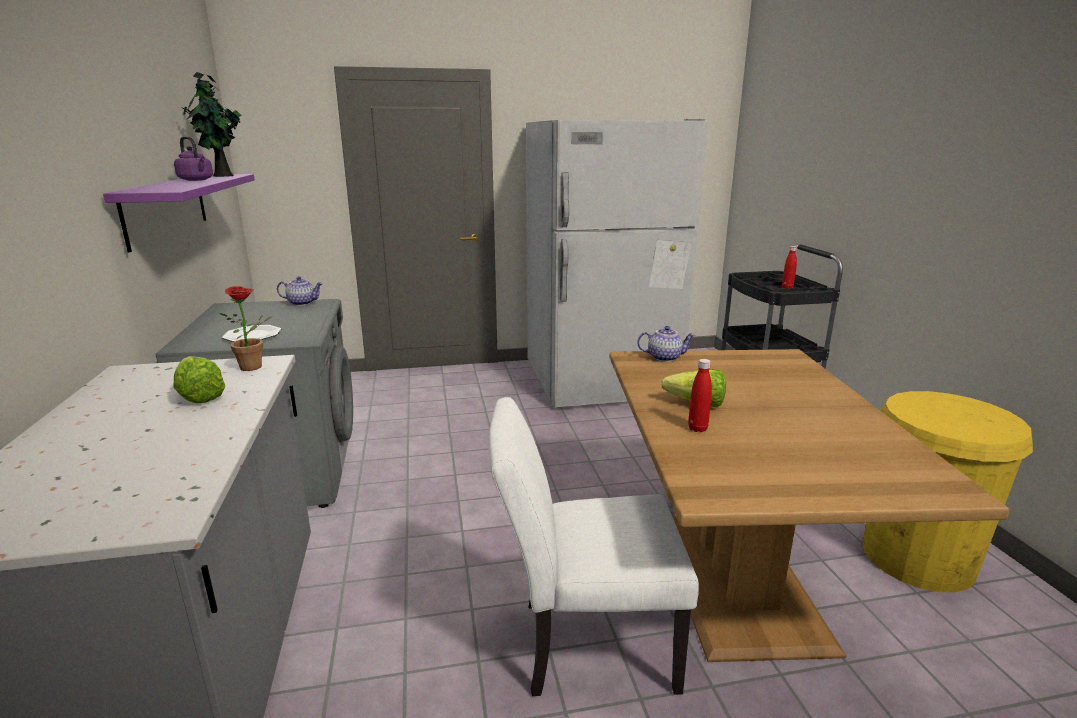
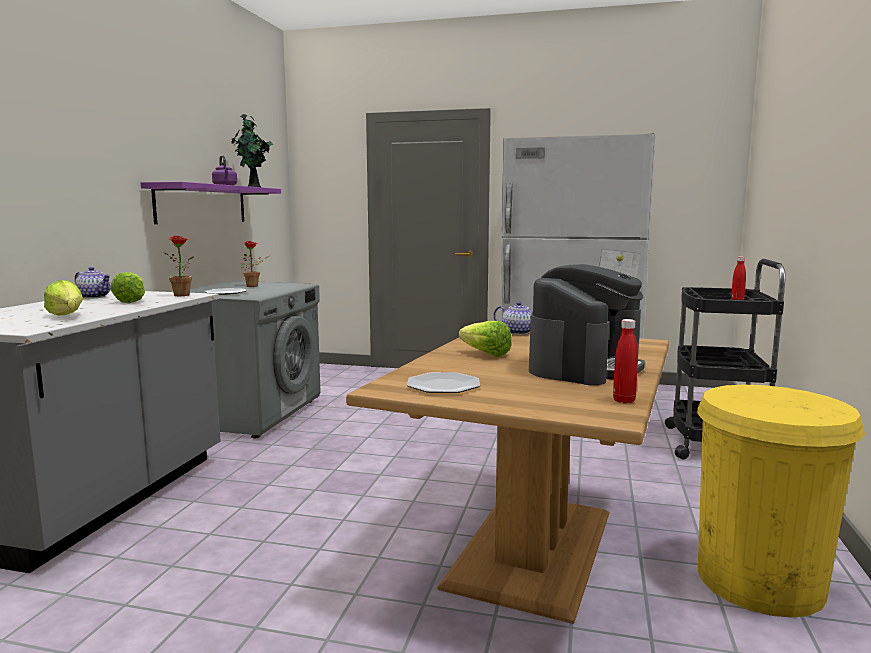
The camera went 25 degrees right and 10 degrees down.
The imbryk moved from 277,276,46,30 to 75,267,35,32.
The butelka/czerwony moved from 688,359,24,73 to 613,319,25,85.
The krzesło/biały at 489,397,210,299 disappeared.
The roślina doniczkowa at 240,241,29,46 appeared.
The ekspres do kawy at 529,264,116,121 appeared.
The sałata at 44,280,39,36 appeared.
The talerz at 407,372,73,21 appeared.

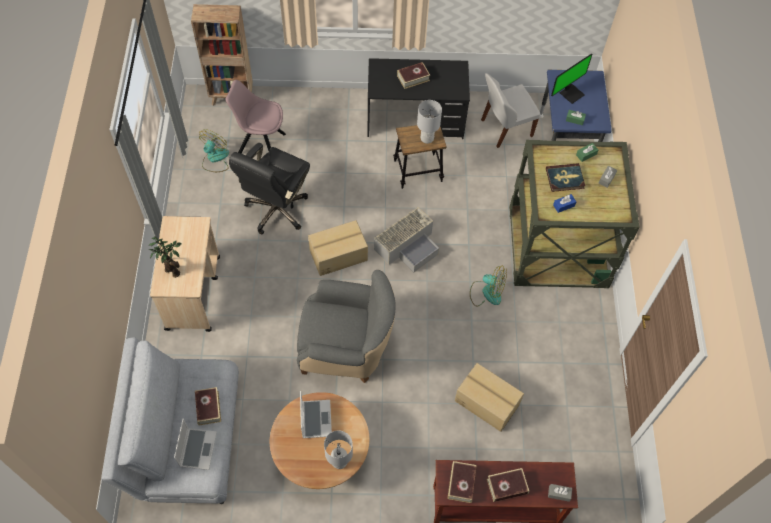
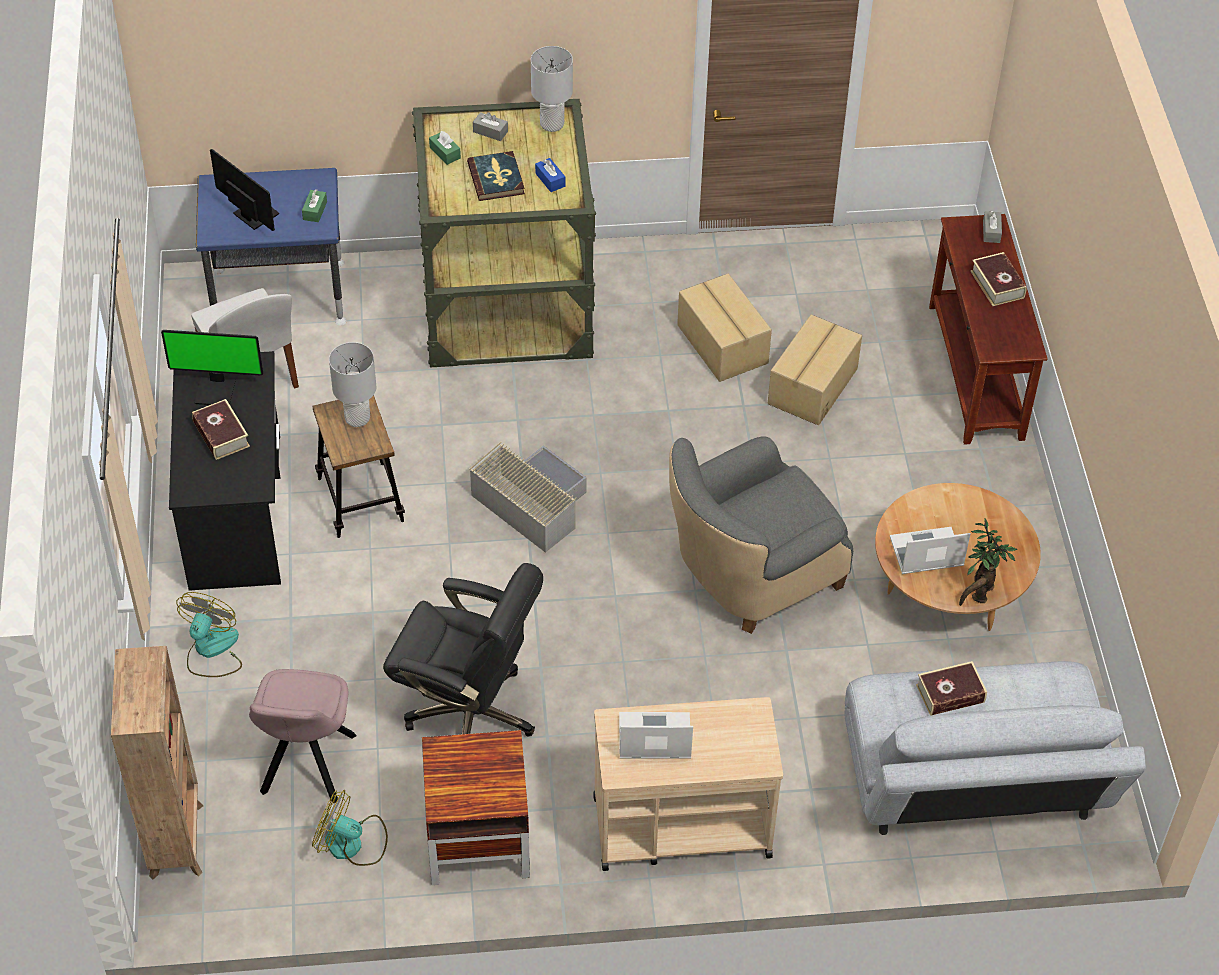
The camera went 95 degrees left and 10 degrees down.
The karton moved from 308,220,60,56 to 677,274,95,108.
The roślina doniczkowa moved from 148,236,34,42 to 959,518,58,88.
The wentylator moved from 470,266,37,41 to 176,592,66,85.
The fotel/szary at 297,270,99,113 turned 120 degrees counterclockwise.
The laptop moved from 174,419,43,51 to 619,712,74,47.
The lampa stołowa/szary moved from 324,431,29,38 to 531,46,42,86.
The książka at 447,461,30,42 disappeared.
The monitor at 161,330,102,75 appeared.
The szafka nocna at 422,730,108,155 appeared.

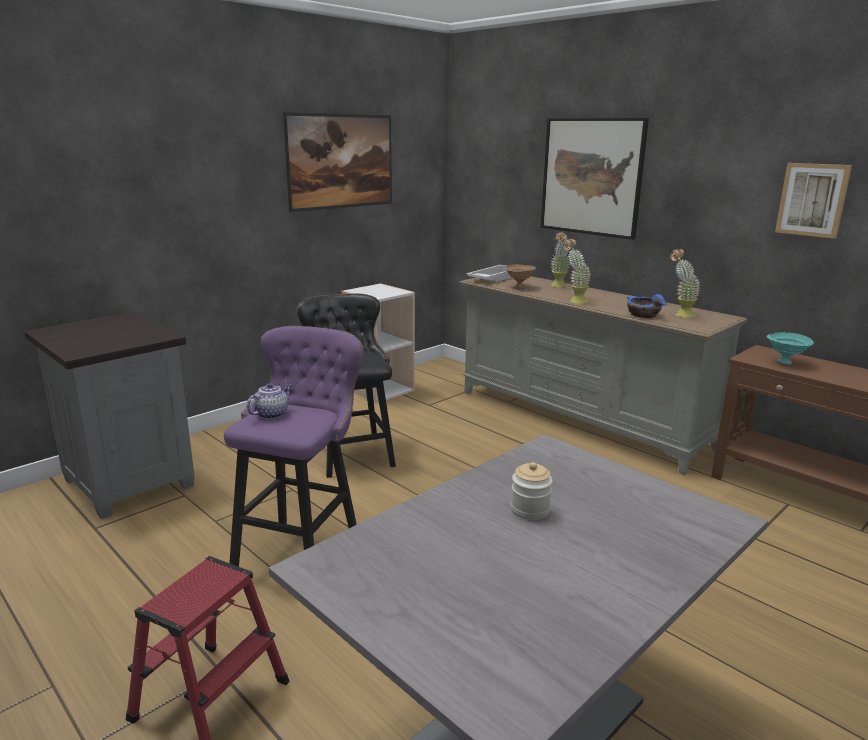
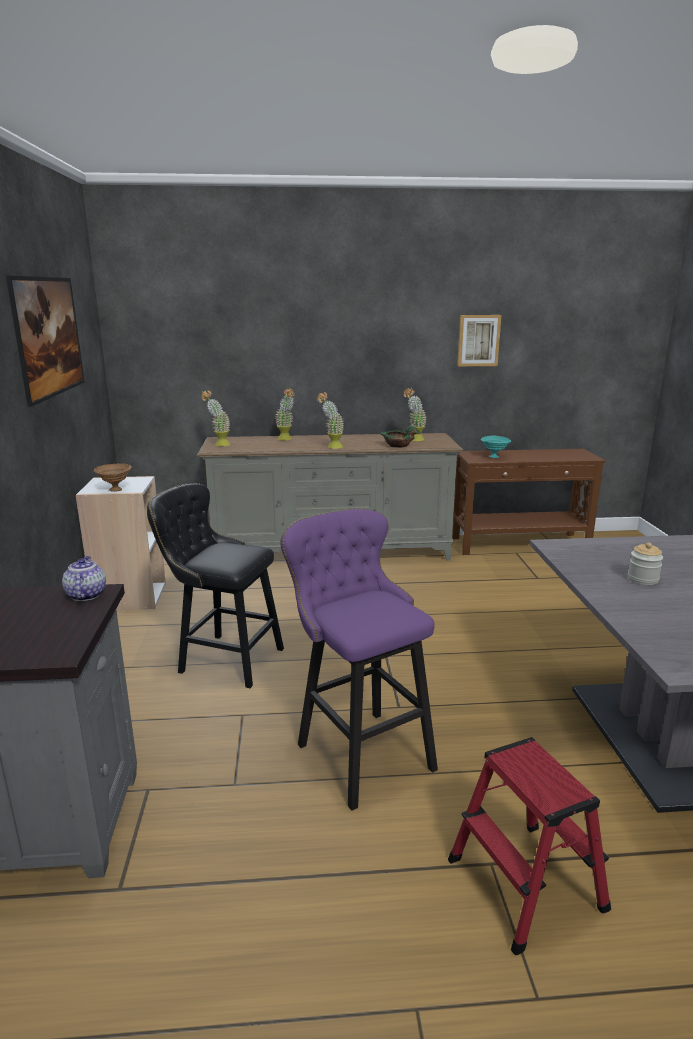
The camera went 50 degrees left and 0 degrees up.
The obraz at 541,118,108,122 disappeared.
The miska/brązowy moved from 504,264,32,24 to 94,463,38,29.
The taca/biały at 466,265,45,16 was replaced by the roślina doniczkowa at 201,391,29,55.
The miska/niebieski at 627,294,40,24 became the miska/zielony at 380,426,41,22.
The imbryk moved from 246,383,46,36 to 62,556,44,45.

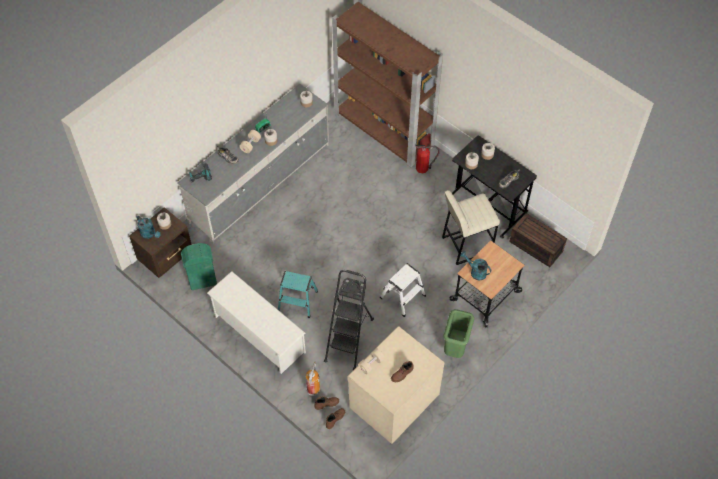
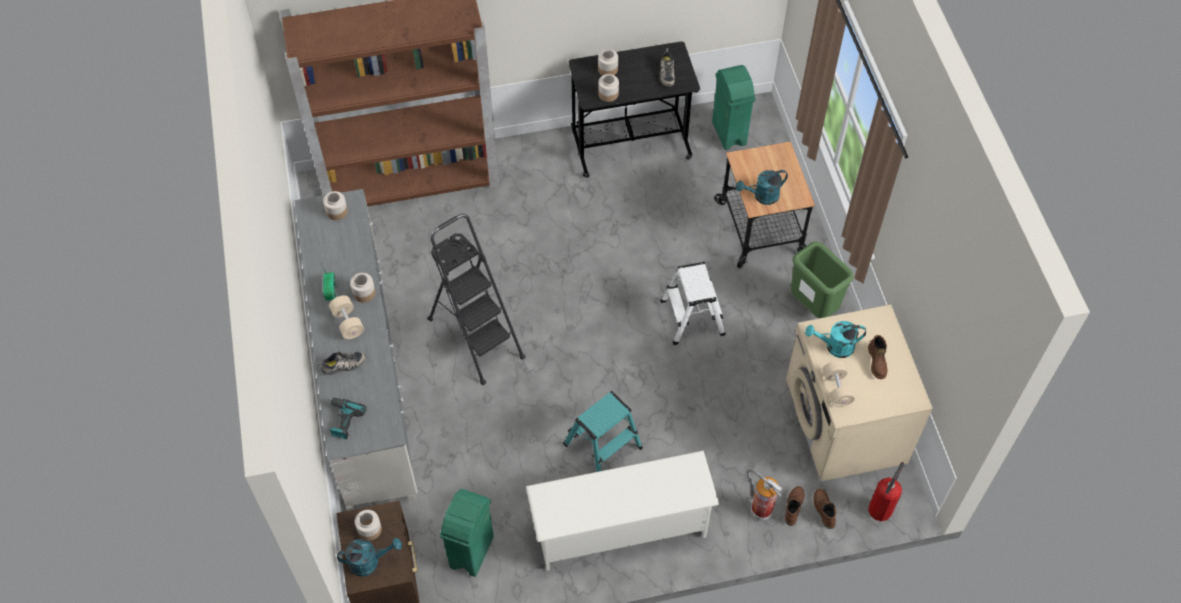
The camera went 55 degrees left and 0 degrees up.
The gaśnica moved from 415,145,25,28 to 868,462,36,59.
The stołek/beżowy at 442,190,58,75 disappeared.
The pojemnik do przechowywania/brązowy at 509,213,58,54 was replaced by the kosz na śmieci/zielony at 712,65,44,85.
The drabinka moved from 324,270,50,100 to 427,214,99,171.
The konewka/turkusowy at 805,321,61,37 appeared.

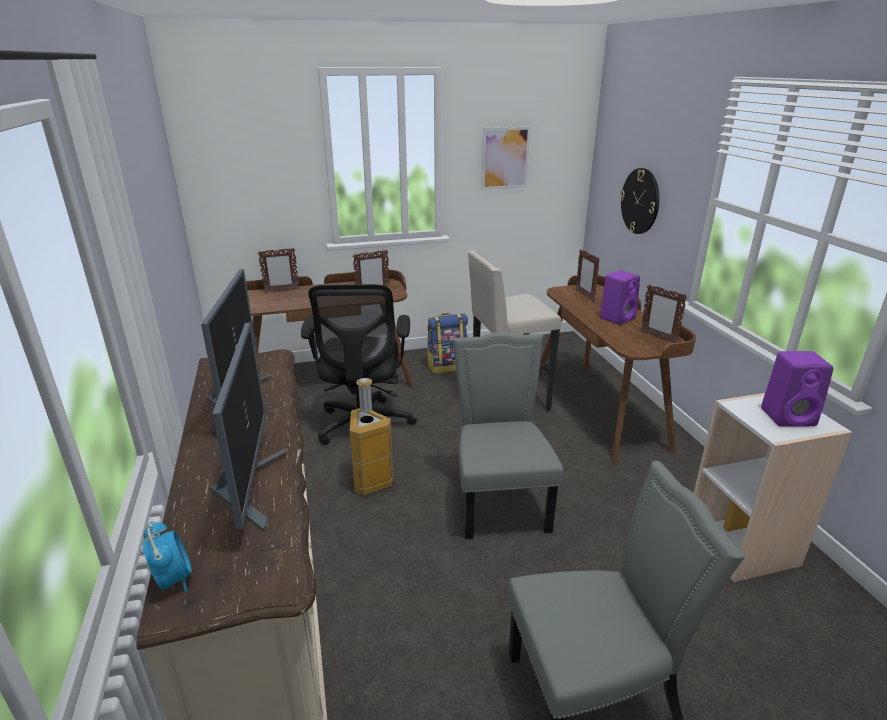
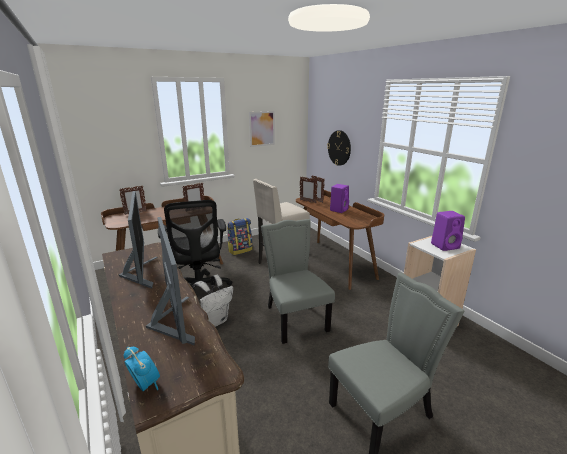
The camera went 15 degrees left and 5 degrees down.
The ramka na zdjęcie moved from 641,285,46,58 to 300,177,18,26.
The kosz na śmieci at 350,378,44,117 was replaced by the plecak/biały at 192,275,41,52.

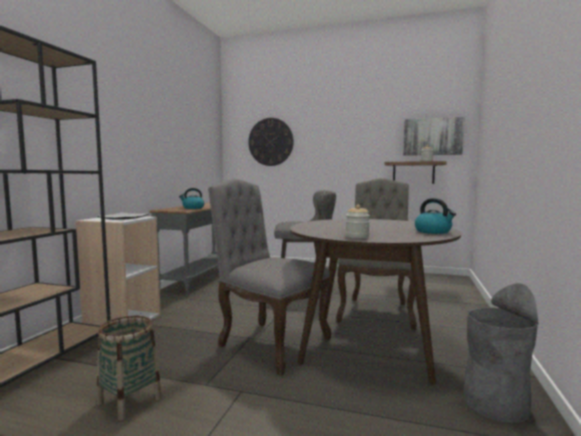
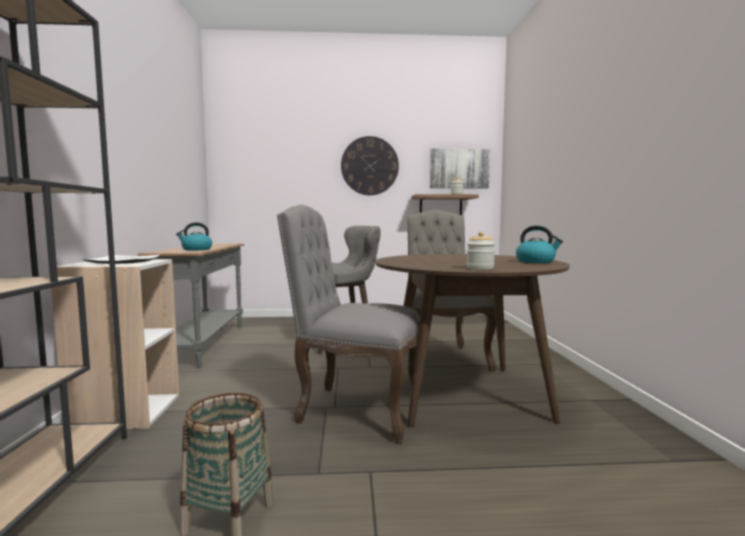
The camera went 20 degrees left and 0 degrees up.
The zegar ścienny moved from 248,118,46,48 to 341,136,58,59.
The kosz na śmieci/szary at 463,283,75,140 disappeared.

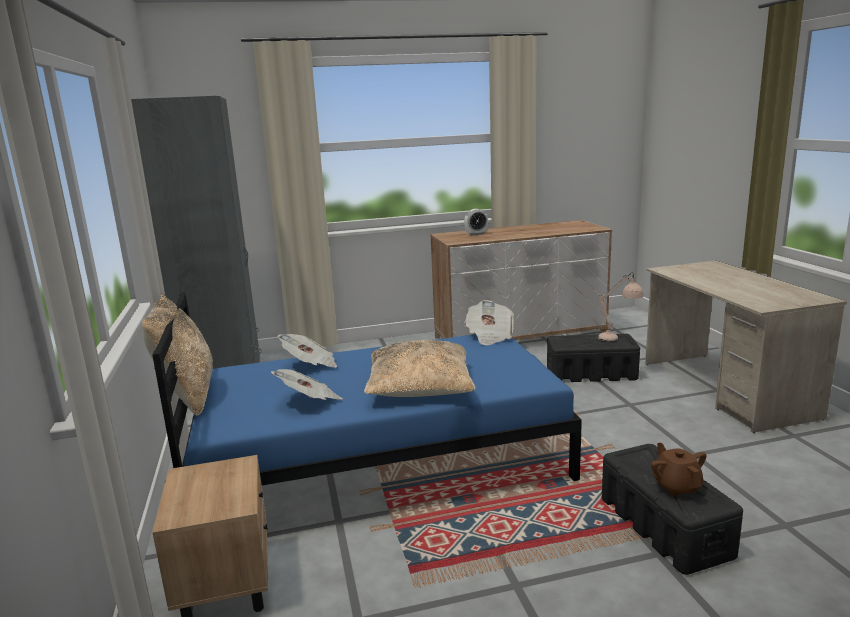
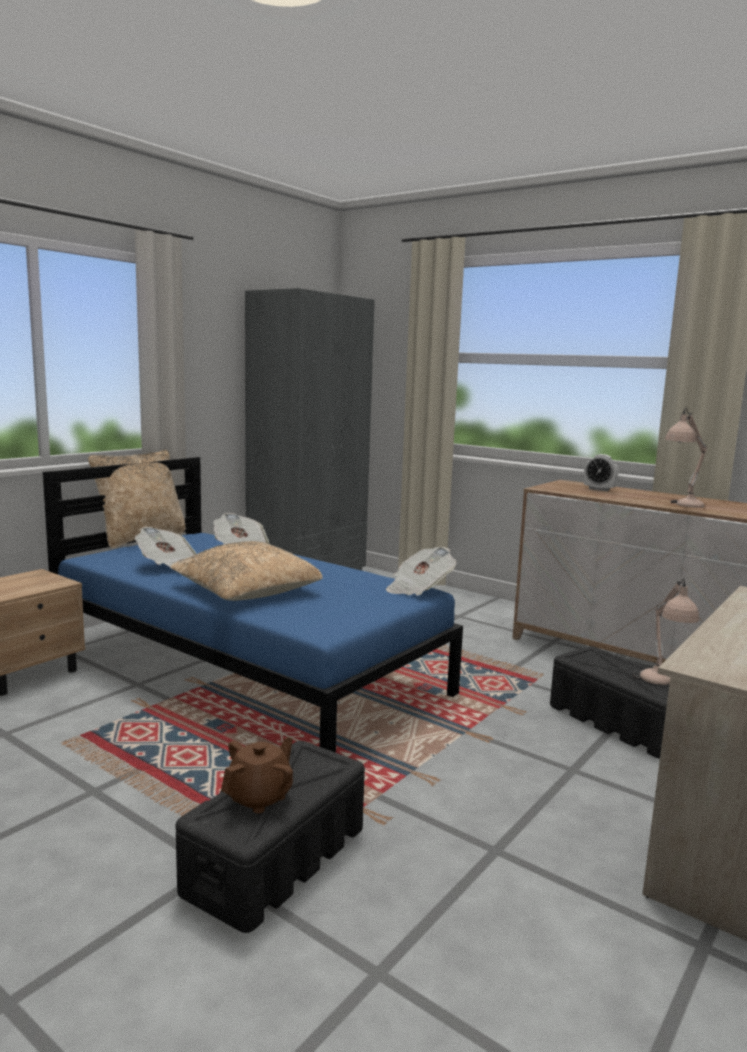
The camera went 50 degrees right and 5 degrees down.
The lampa stołowa/beżowy at 665,408,42,100 appeared.

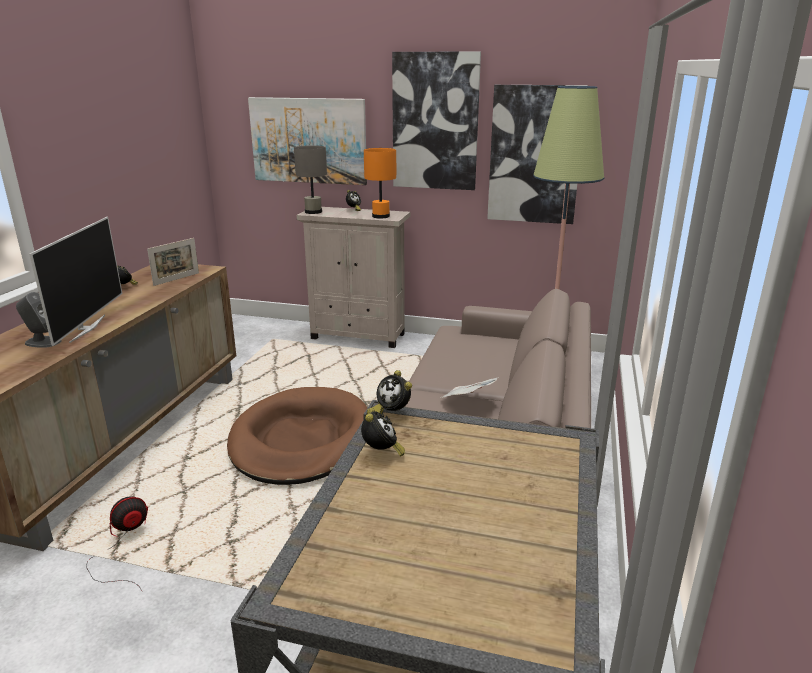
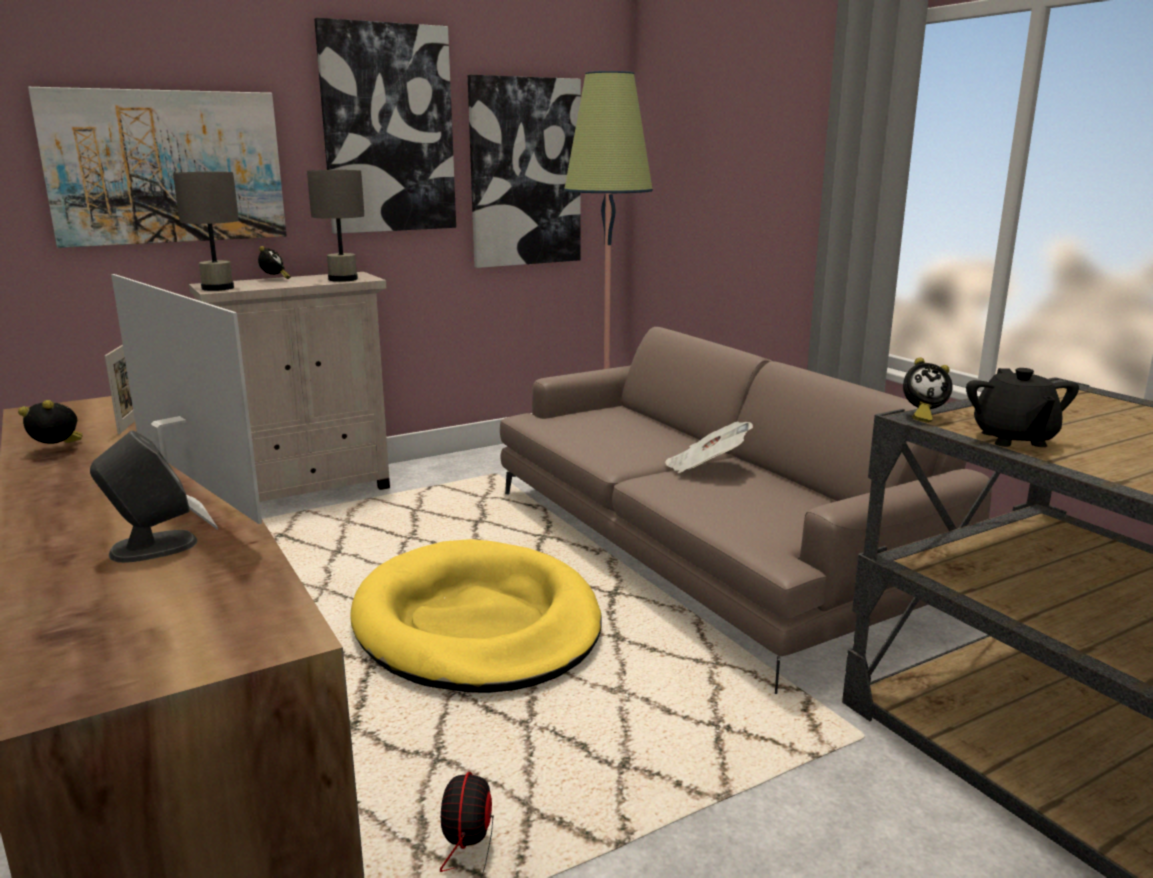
The camera went 45 degrees left and 5 degrees down.
The lampa stołowa/pomarańczowy at 364,148,32,70 became the lampa stołowa/szary at 307,170,57,112.
The legowisko/brązowy at 227,387,141,98 became the legowisko/żółty at 351,539,251,154.
The budzik at 361,408,44,48 was replaced by the imbryk/czarny at 966,368,113,79.

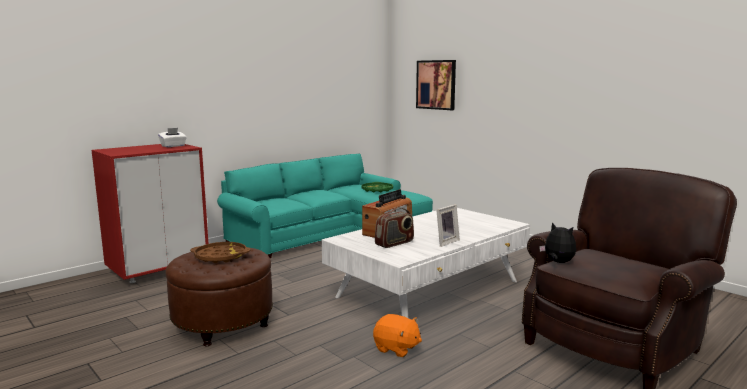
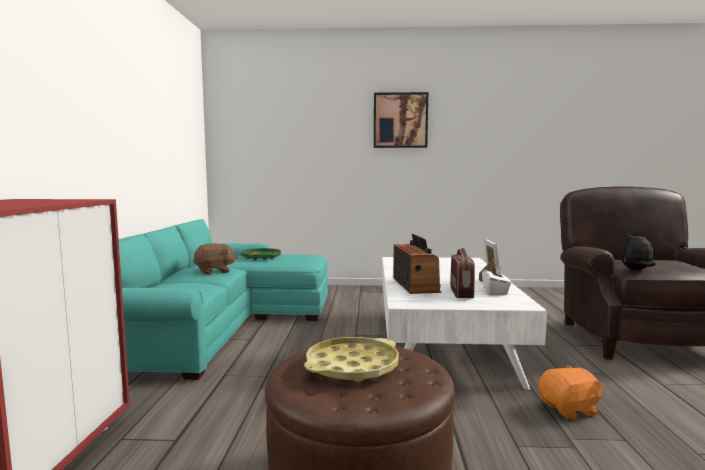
The camera went 45 degrees left and 5 degrees down.
The obraz moved from 416,60,40,50 to 374,92,54,56.
The pudełko chusteczek/biały moved from 158,128,29,19 to 482,265,29,30.
The taca/brązowy at 190,242,61,21 became the taca/żółty at 304,337,95,45.
The pluszak/brązowy at 193,243,45,32 appeared.

